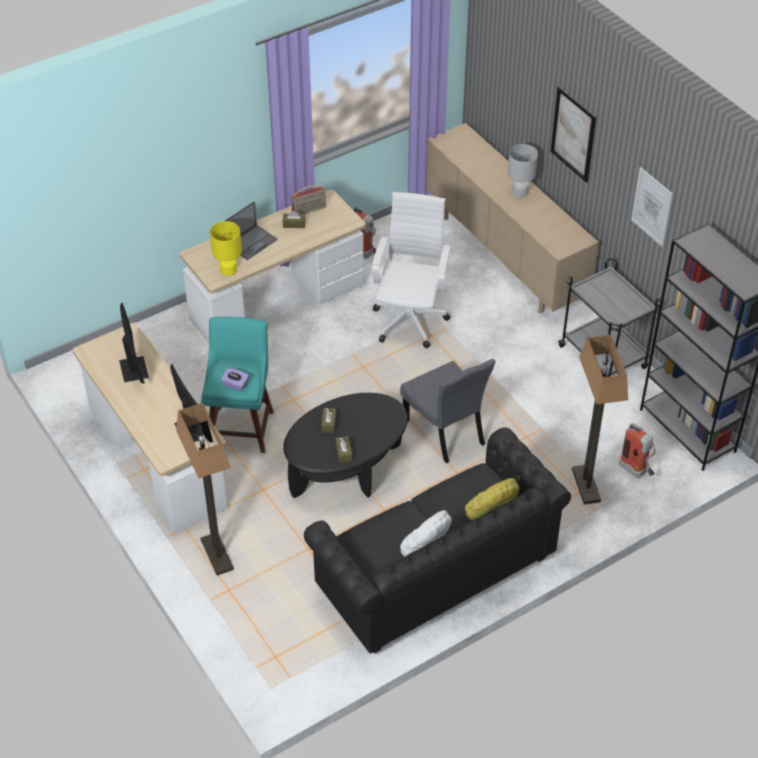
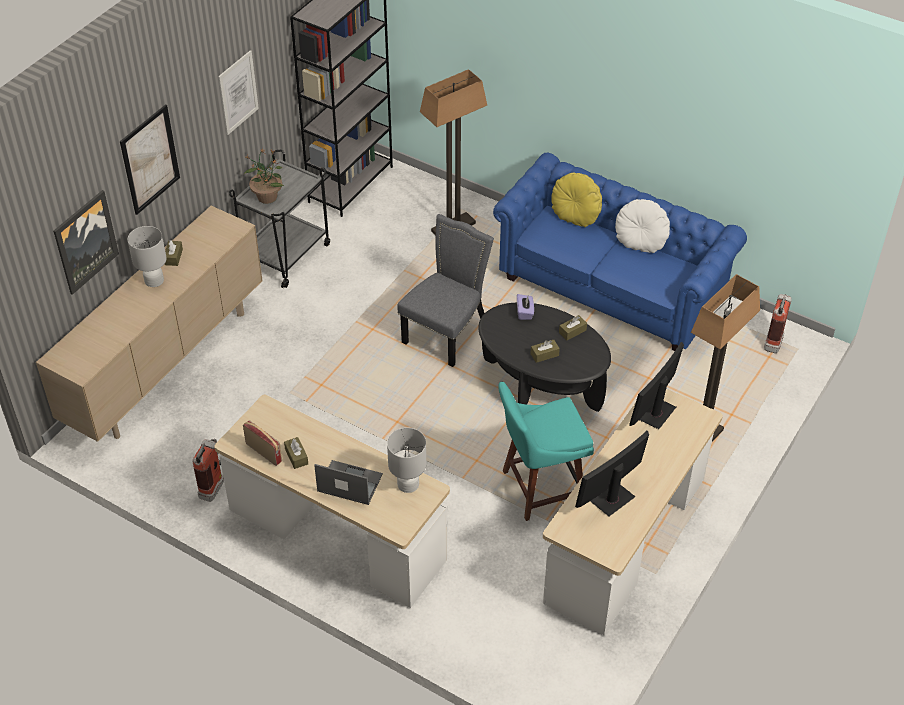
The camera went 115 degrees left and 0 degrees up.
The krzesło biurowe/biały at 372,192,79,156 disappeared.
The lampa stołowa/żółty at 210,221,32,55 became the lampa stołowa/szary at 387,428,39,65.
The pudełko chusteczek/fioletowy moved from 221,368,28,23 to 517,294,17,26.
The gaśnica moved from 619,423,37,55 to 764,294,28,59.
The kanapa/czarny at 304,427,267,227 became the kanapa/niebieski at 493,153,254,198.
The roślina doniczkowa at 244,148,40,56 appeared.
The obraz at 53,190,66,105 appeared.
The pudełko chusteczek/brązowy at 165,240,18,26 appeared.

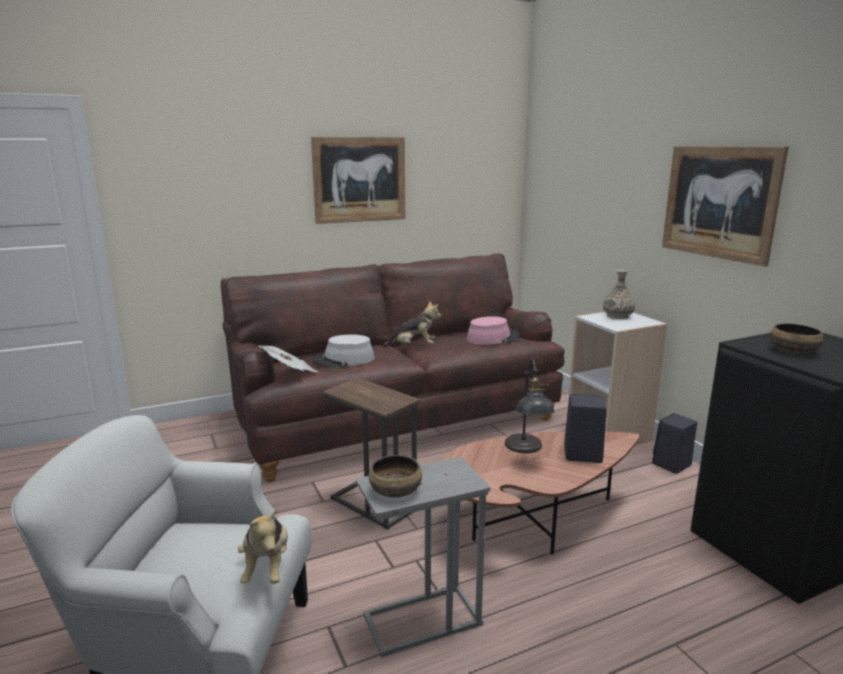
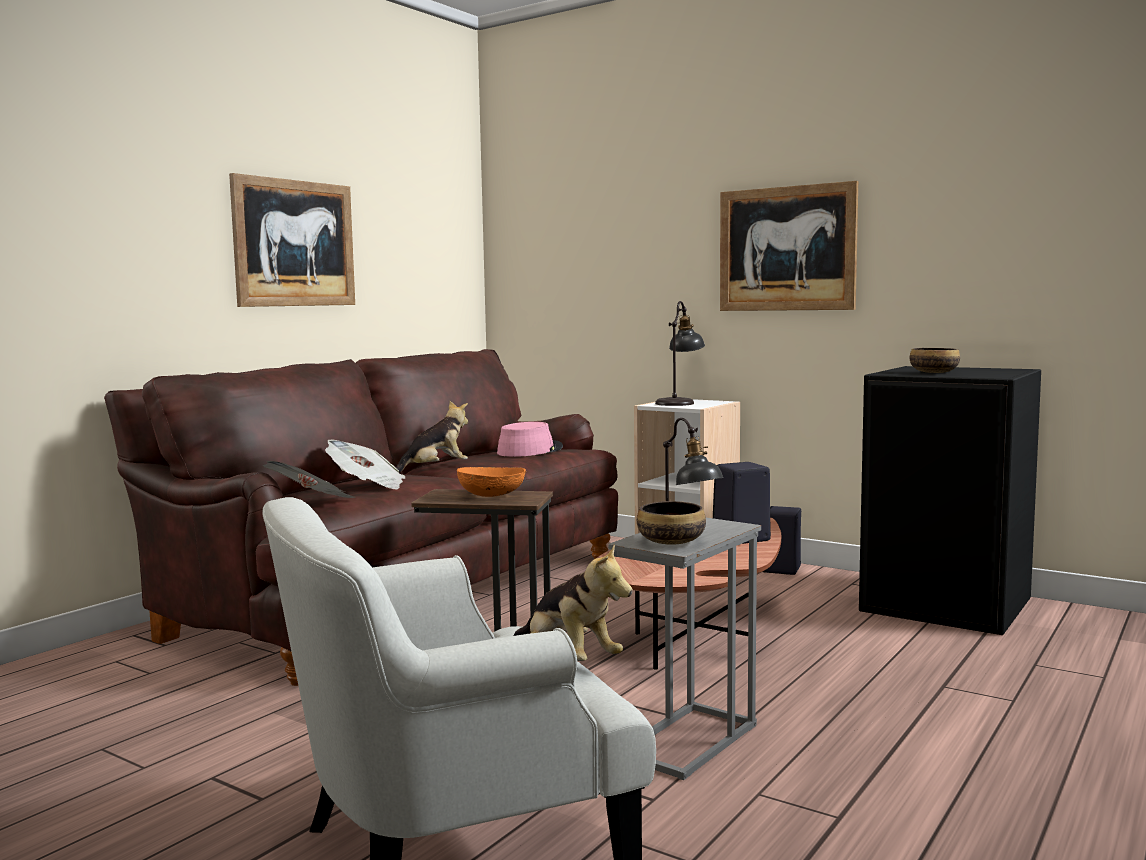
The camera went 30 degrees left and 10 degrees down.
The wazon at 603,269,32,50 was replaced by the lampa stołowa/szary at 655,301,50,105.
The kapelusz/szary at 312,334,62,33 was replaced by the gazeta at 325,440,80,50.
The miska/pomarańczowy at 456,467,70,30 appeared.

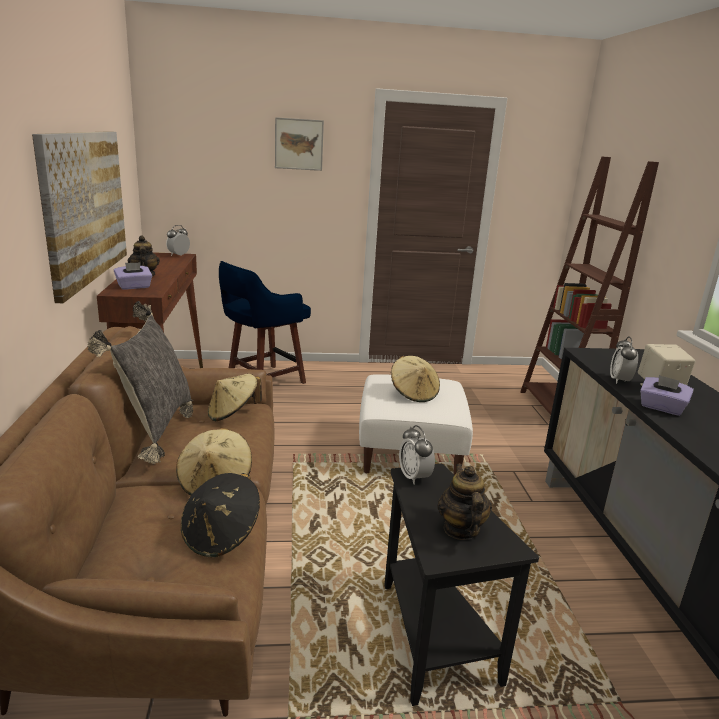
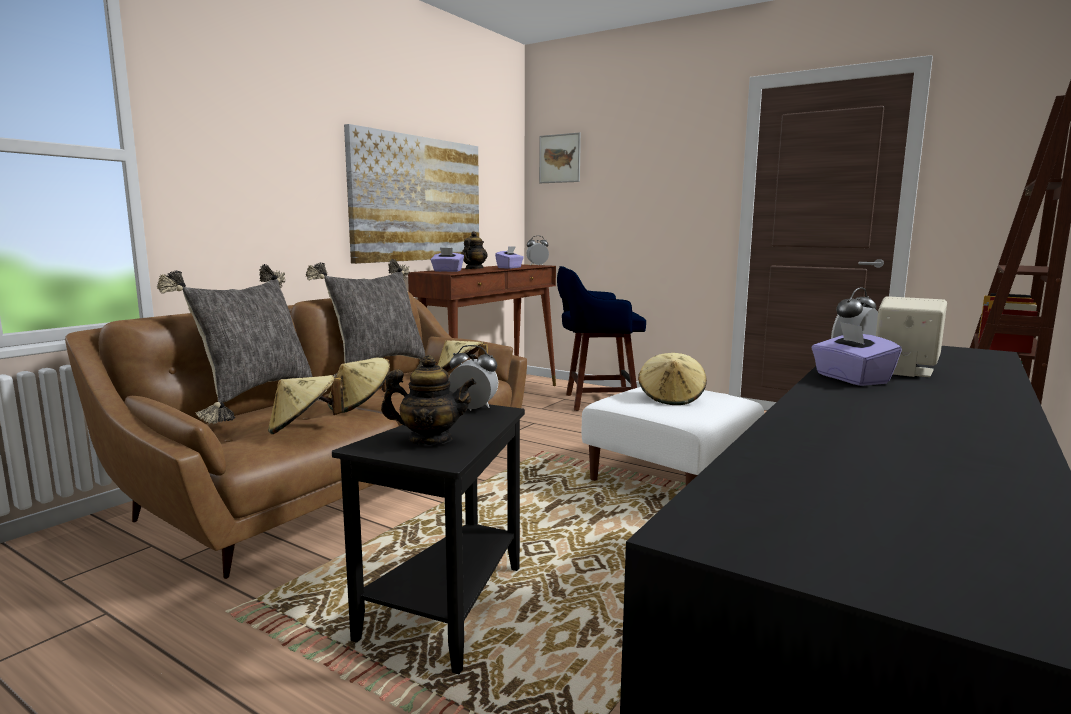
The camera went 40 degrees right and 10 degrees down.
The obraz moved from 275,117,49,54 to 539,132,42,51.
The budzik at 399,425,36,60 turned 90 degrees clockwise.
The imbryk at 437,464,55,76 turned 60 degrees clockwise.
The kapelusz/czarny at 181,473,79,85 became the kapelusz/beżowy at 268,375,76,59.
The pudełko chusteczek/fioletowy at 495,246,29,23 appeared.
The poduszka at 157,264,156,160 appeared.

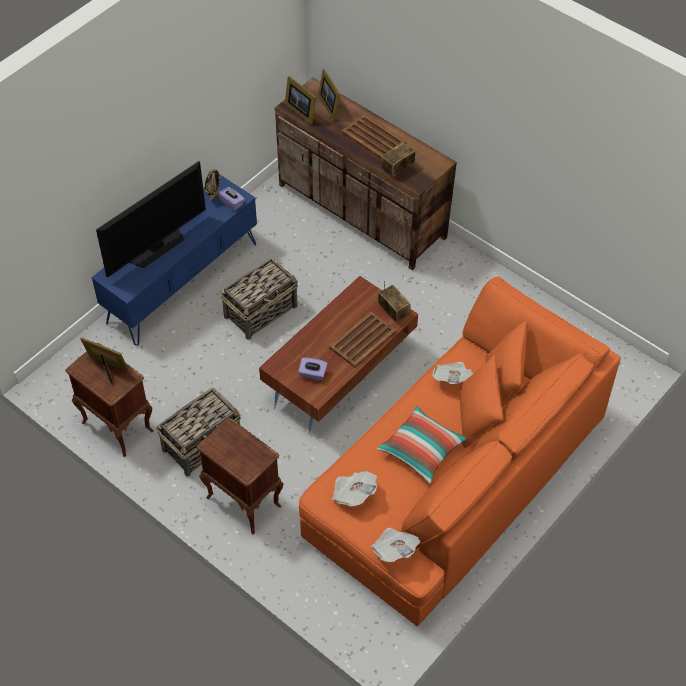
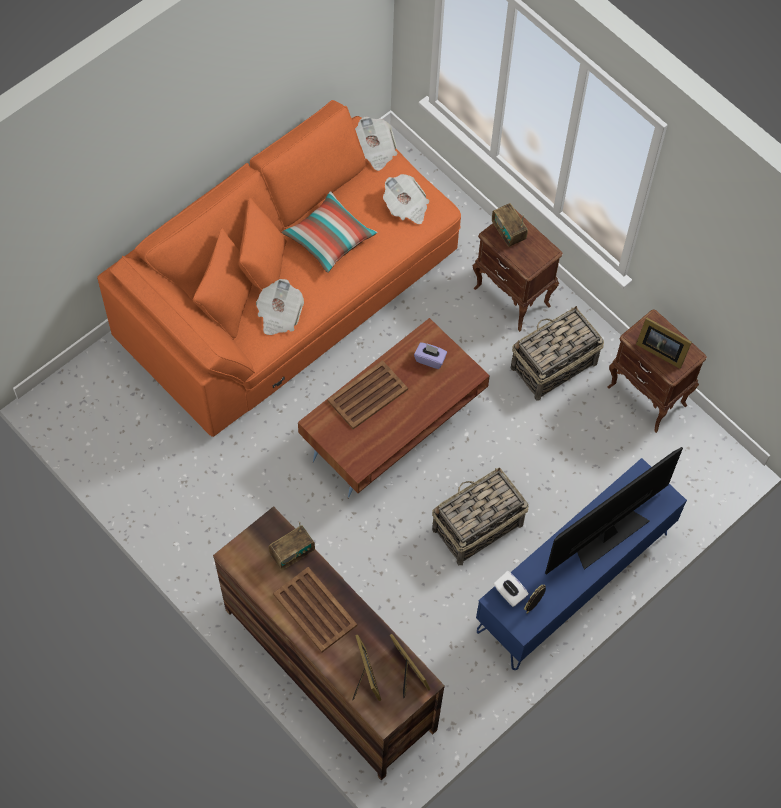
The camera went 175 degrees left and 10 degrees up.
The pudełko chusteczek/fioletowy at 218,186,27,25 became the pudełko chusteczek/biały at 494,571,35,36.
The radio moved from 378,281,33,42 to 492,203,36,44.

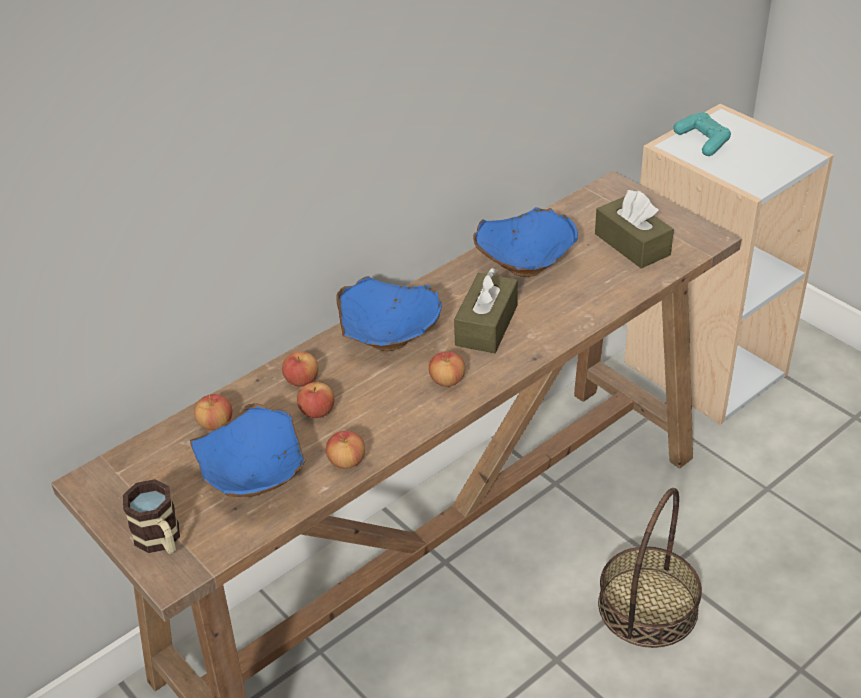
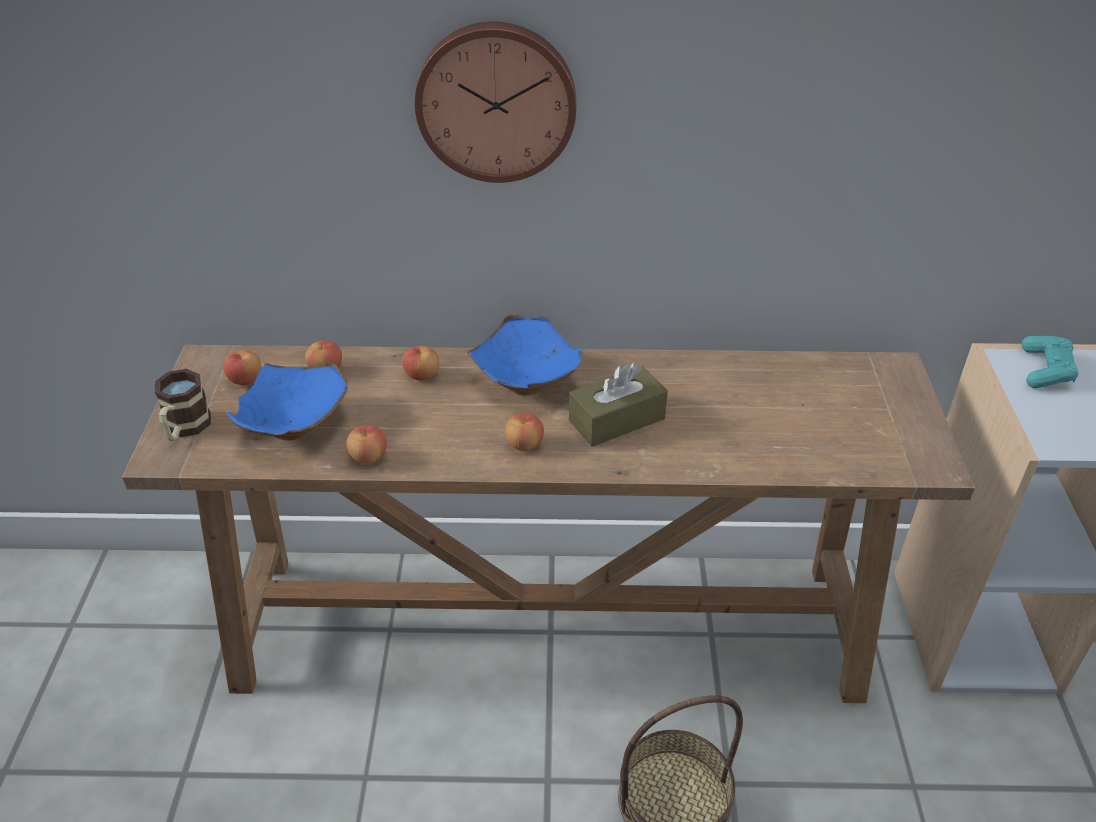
The camera went 40 degrees right and 0 degrees up.
The pudełko chusteczek/brązowy at 595,190,79,79 disappeared.
The miska/niebieski at 473,207,105,70 disappeared.
The jabłko moved from 297,382,38,36 to 223,350,38,35.
The zegar ścienny at 415,22,161,161 appeared.

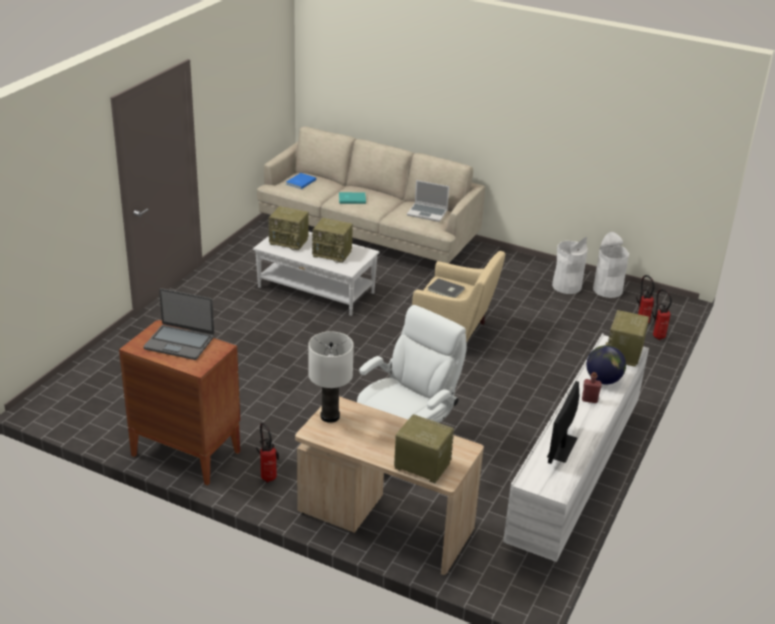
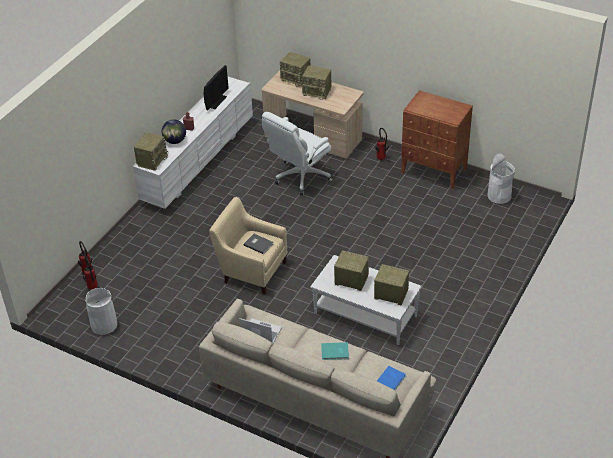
The camera went 175 degrees left and 10 degrees up.
The kosz na śmieci/biały moved from 552,237,36,57 to 488,153,27,51.
The laptop at 143,288,71,72 disappeared.
The lampa stołowa/biały at 308,331,46,92 disappeared.
The radio at 302,65,29,34 appeared.

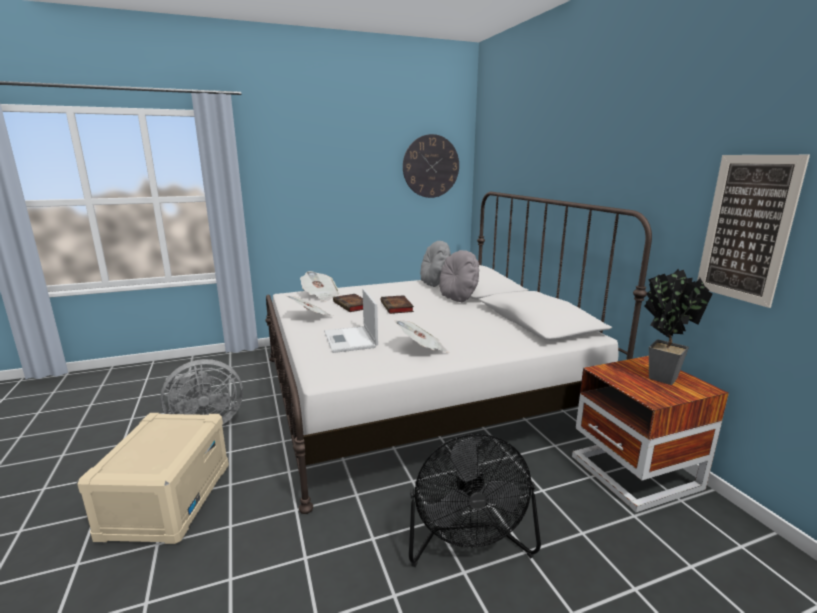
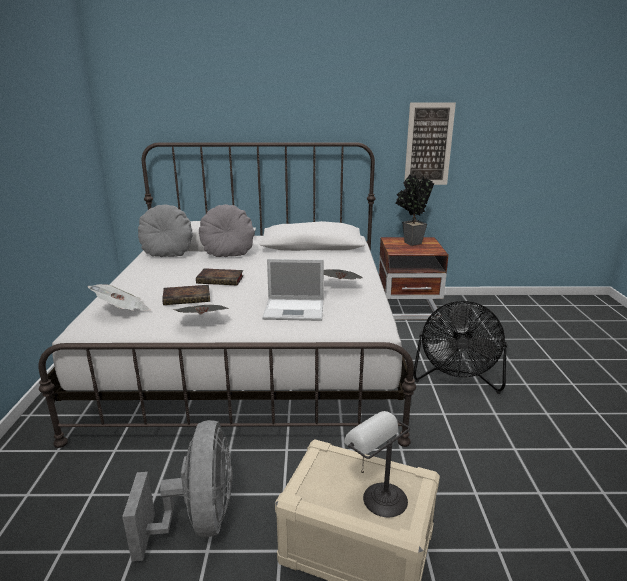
The camera went 70 degrees left and 5 degrees up.
The zegar ścienny at 403,134,56,64 disappeared.
The wentylator/czarny at 409,433,132,135 turned 90 degrees clockwise.
The lampa stołowa at 344,411,66,106 appeared.

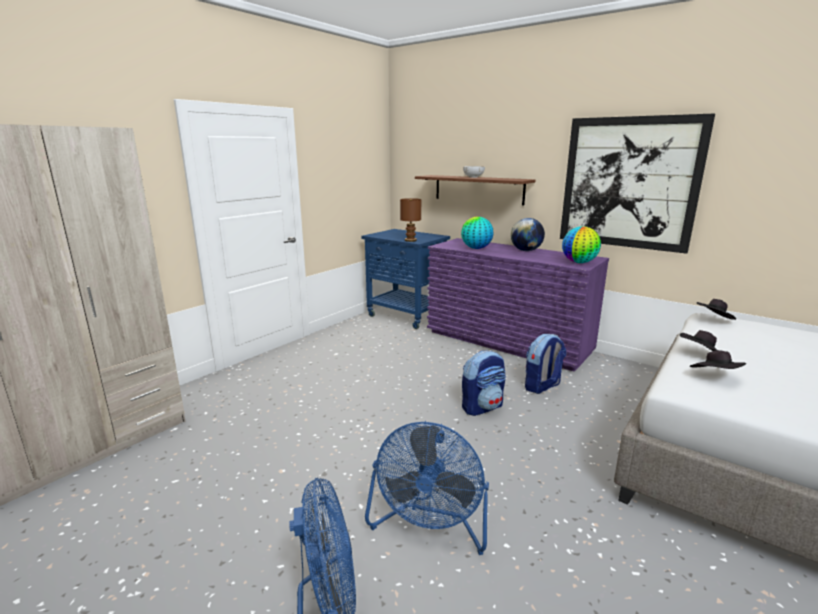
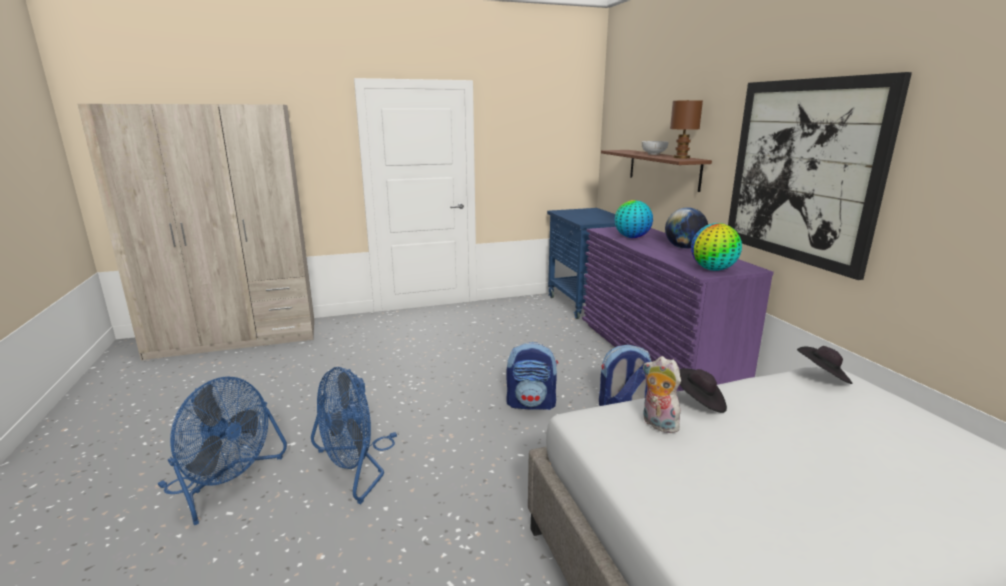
The camera went 35 degrees right and 0 degrees up.
The lampa stołowa/brązowy moved from 400,198,21,44 to 670,100,33,58.
The kapelusz/czarny at 690,350,56,19 was replaced by the pluszak at 643,356,38,77.

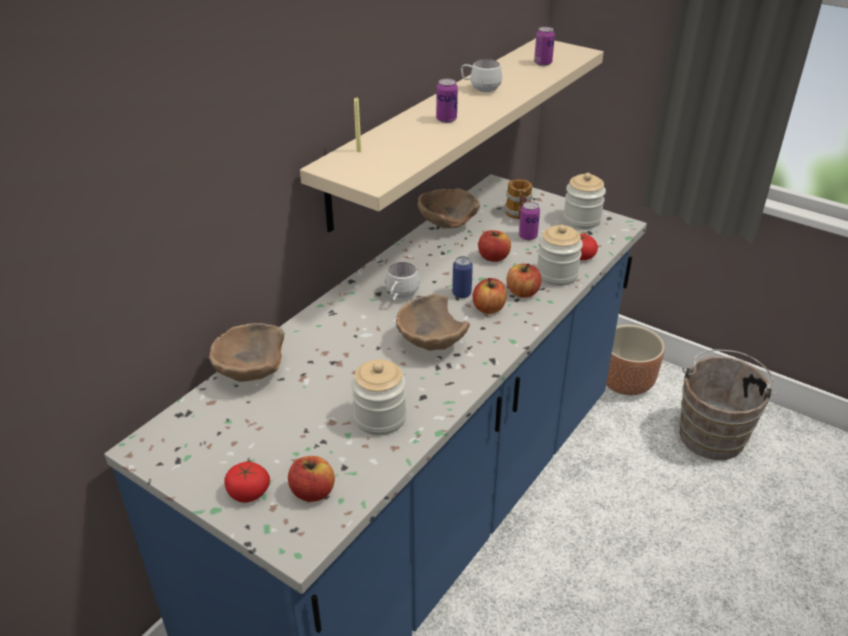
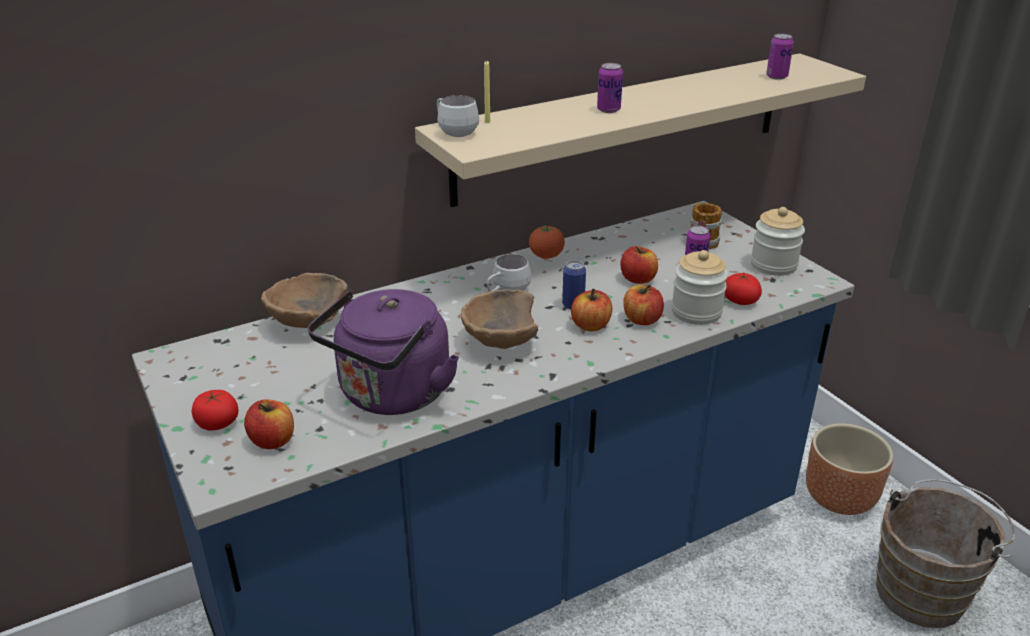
The camera went 25 degrees right and 5 degrees down.
The kubek/biały moved from 461,59,41,33 to 437,95,42,42.
The miska/brązowy at 418,189,62,39 disappeared.
The słoik at 352,360,54,75 was replaced by the czajnik/fioletowy at 308,289,151,126.
The pomidor at 529,225,36,34 appeared.

